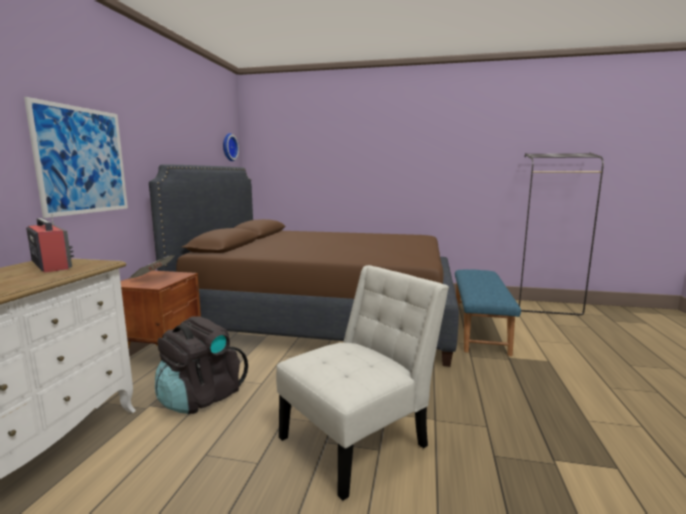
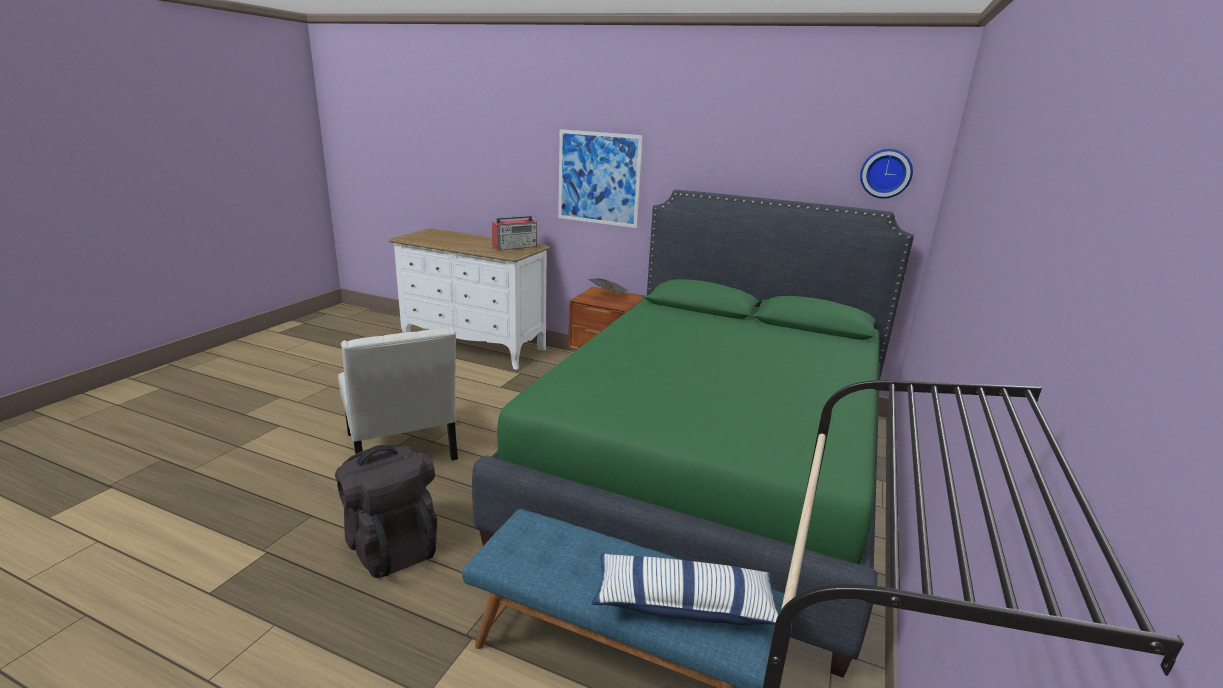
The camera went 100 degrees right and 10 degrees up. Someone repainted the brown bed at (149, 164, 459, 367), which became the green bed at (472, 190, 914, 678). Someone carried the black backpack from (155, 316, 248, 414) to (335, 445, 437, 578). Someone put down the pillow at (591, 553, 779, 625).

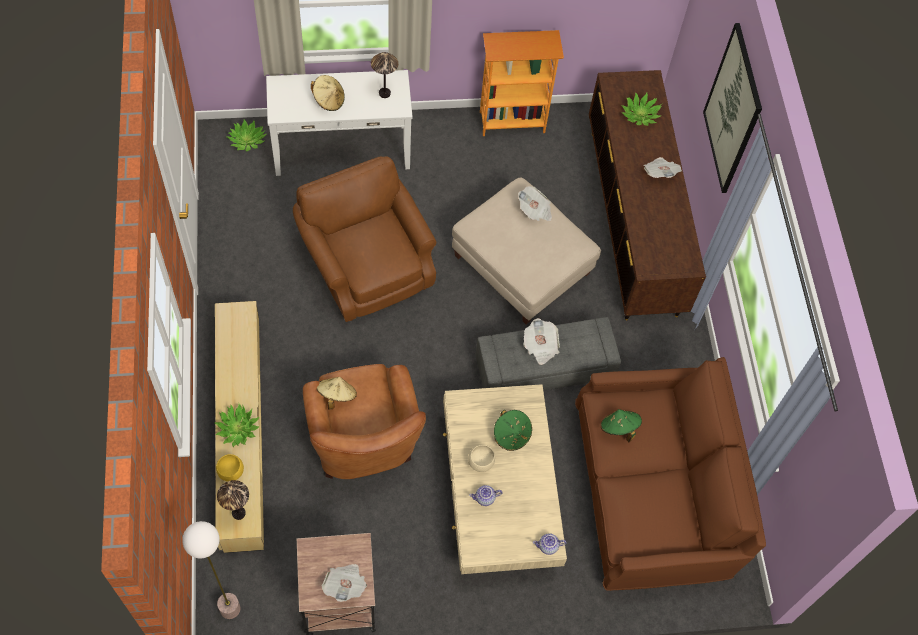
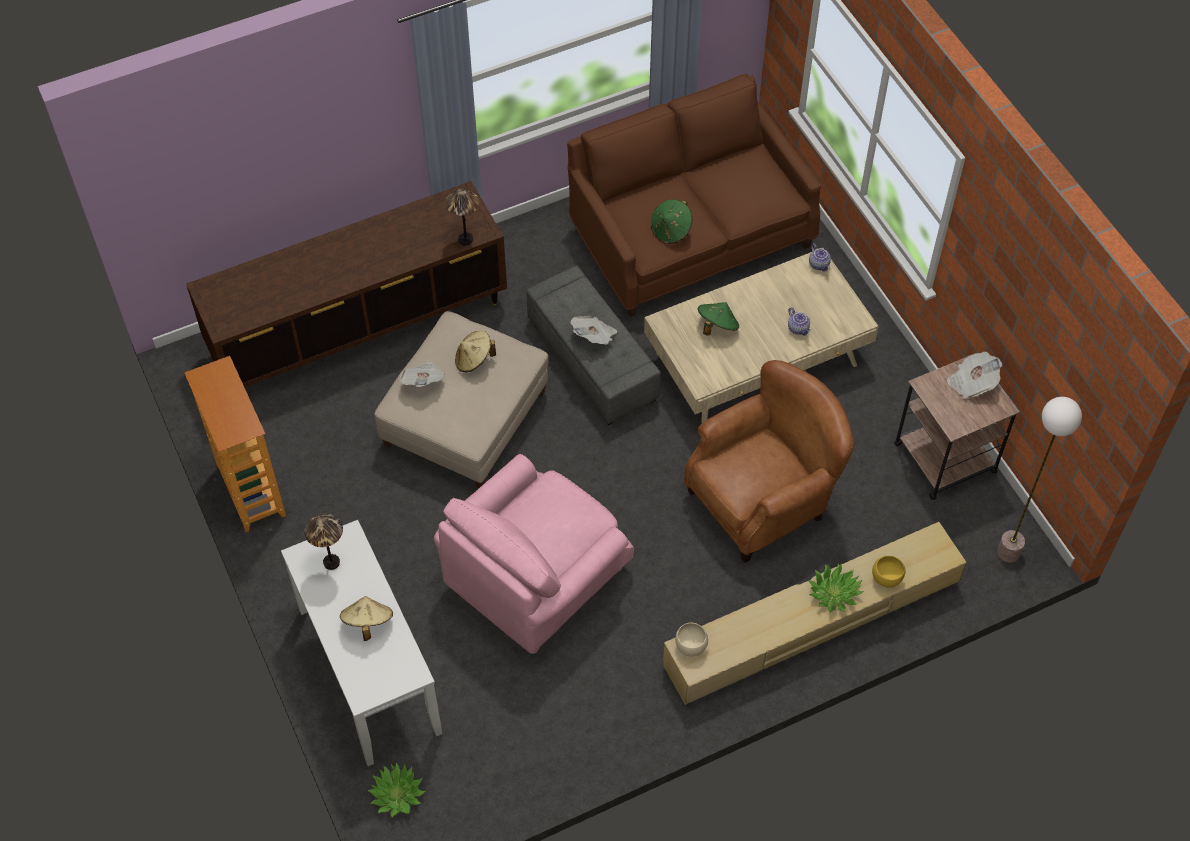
The camera went 105 degrees left and 5 degrees down. Someone took away the picture at (703, 23, 762, 193). Someone took away the potted plant at (621, 92, 662, 126). Someone repainted the brown armchair at (293, 156, 436, 322), which became the pink armchair at (434, 454, 634, 654). Someone took away the newspaper at (643, 157, 682, 178). Someone carried the beige hat from (317, 377, 357, 410) to (455, 331, 496, 372). Someone carried the beige bowl from (468, 445, 495, 472) to (675, 623, 708, 657). Someone carried the table lamp from (217, 480, 249, 520) to (445, 188, 479, 245).

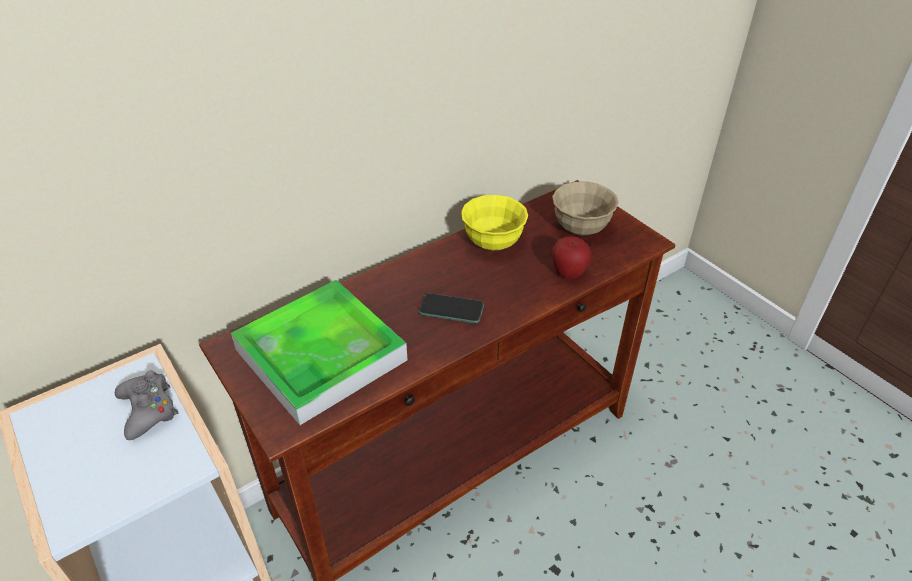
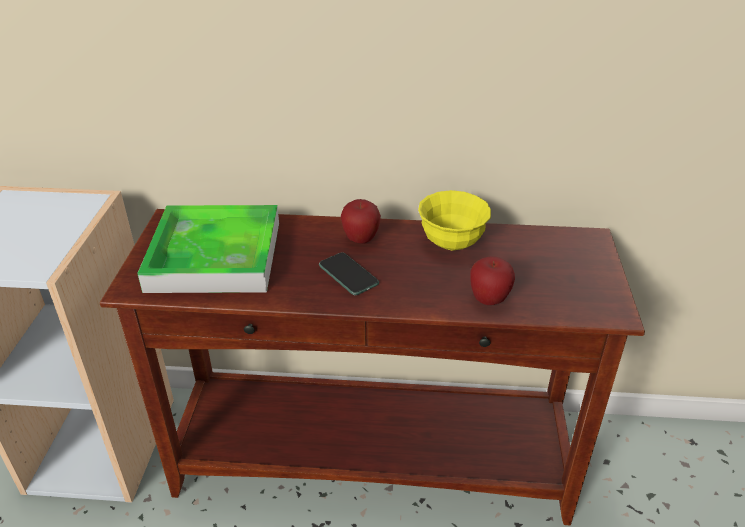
The camera went 40 degrees right and 5 degrees down. Someone took away the beige bowl at (552, 181, 619, 235). Someone took away the grey game controller at (115, 370, 178, 440). Someone put down the apple at (341, 199, 381, 244).

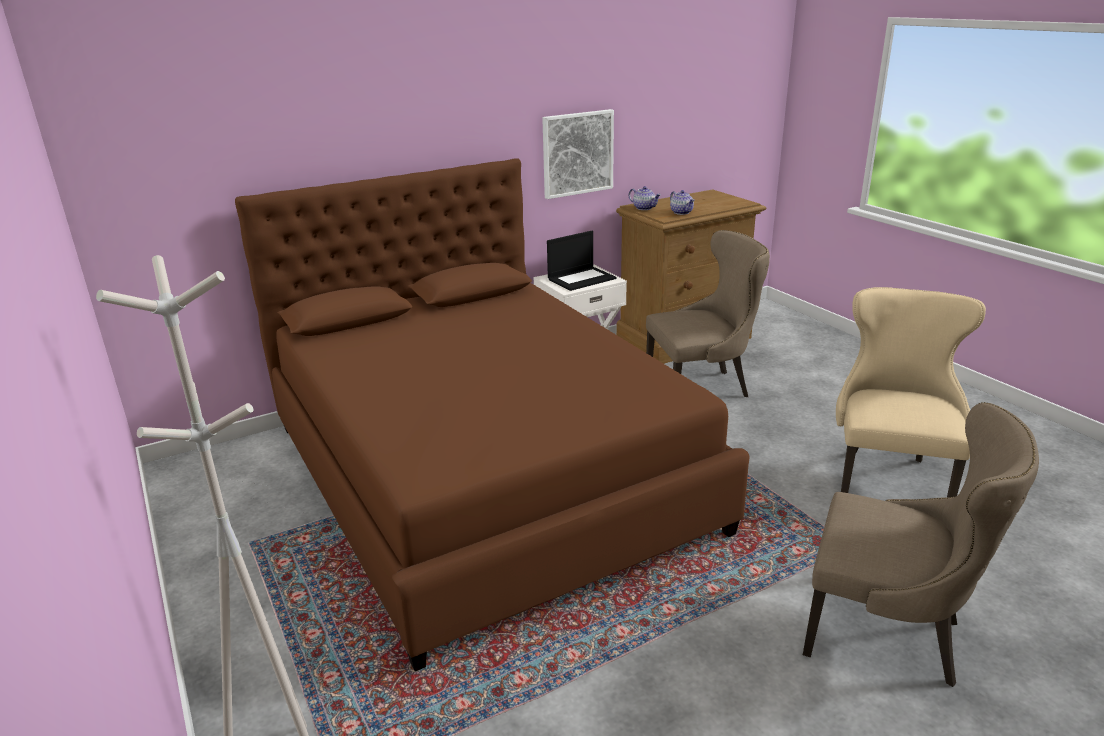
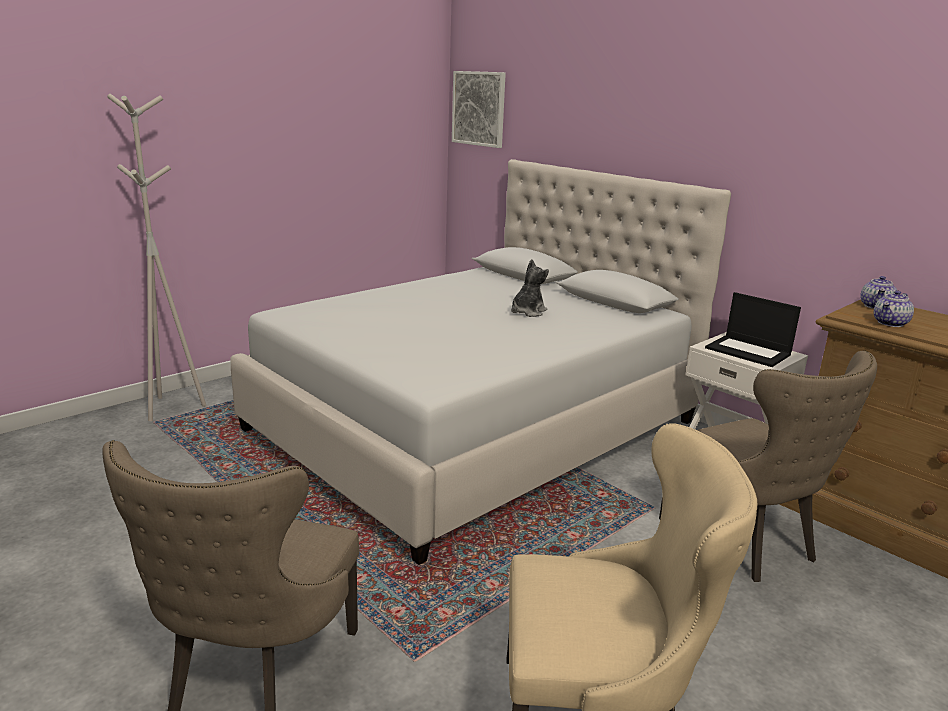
The camera went 75 degrees right and 5 degrees down. Someone carried the picture from (542, 109, 614, 199) to (452, 71, 506, 148). Someone repainted the brown bed at (235, 158, 750, 672), which became the white bed at (231, 159, 731, 565). Someone put down the plush toy at (511, 259, 549, 317).

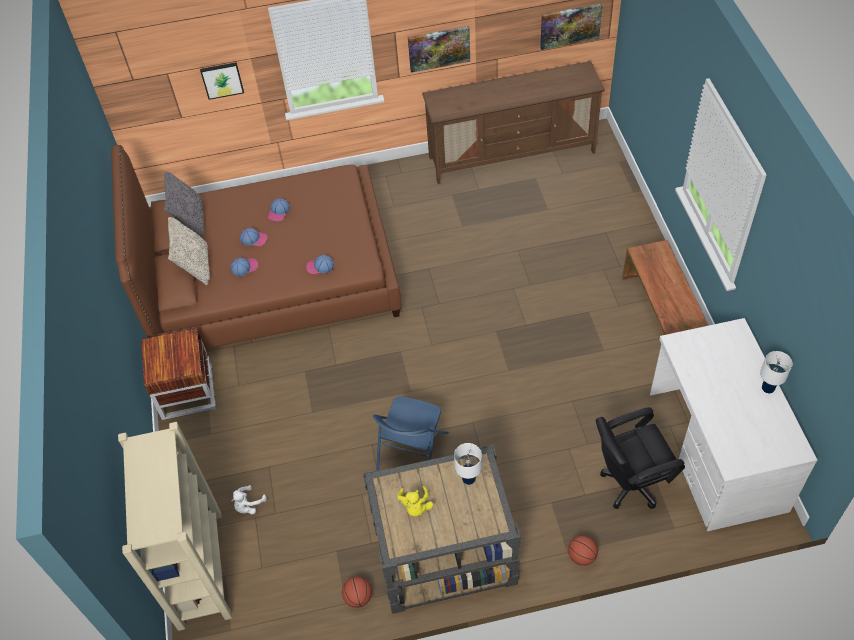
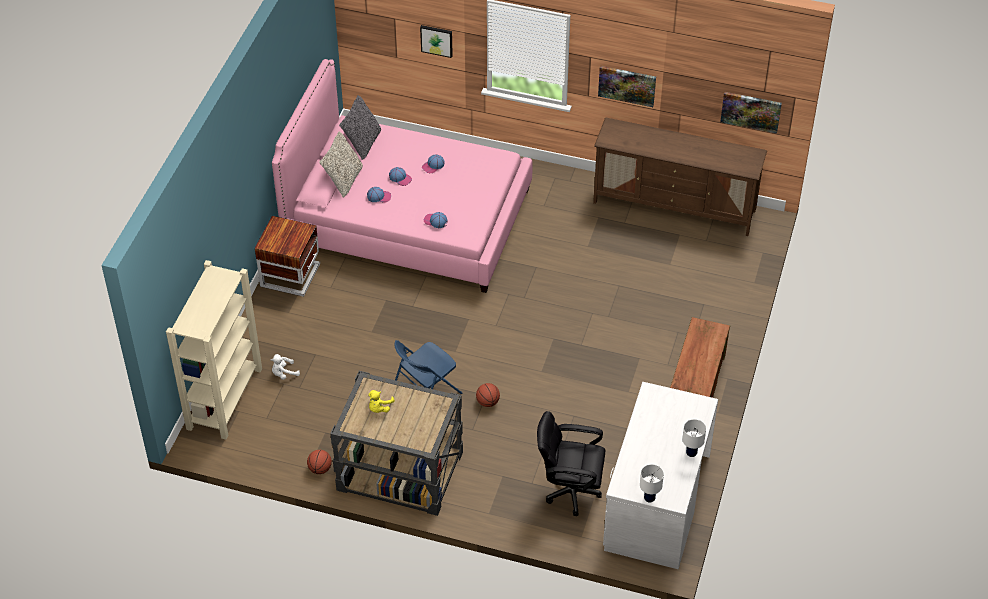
The camera went 25 degrees right and 5 degrees down. Someone repainted the brown bed at (111, 145, 402, 349), which became the pink bed at (272, 59, 532, 293). Someone carried the white table lamp from (454, 443, 482, 485) to (640, 464, 664, 502). Someone carried the basketball from (568, 535, 598, 566) to (476, 383, 500, 407).

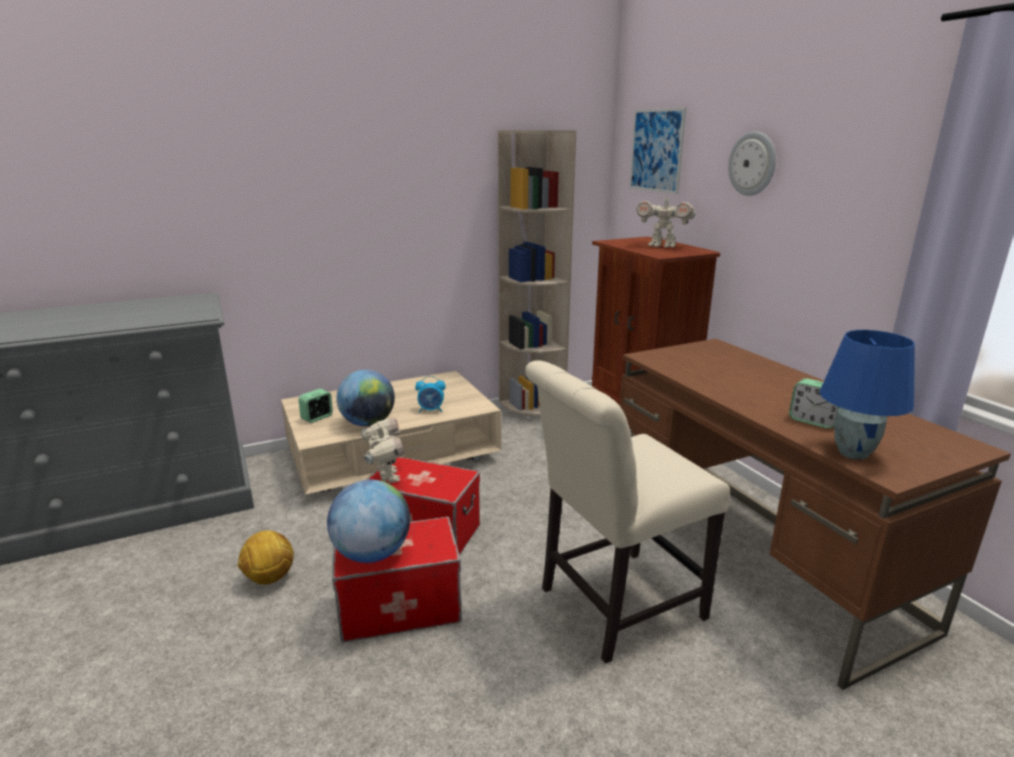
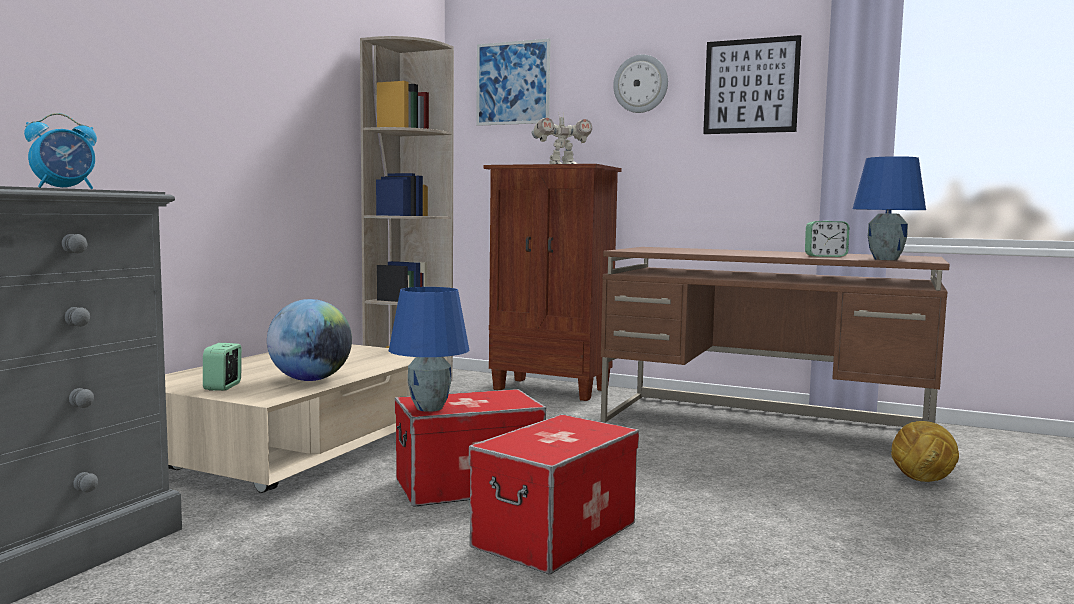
The camera went 40 degrees left and 15 degrees down. Someone took away the beige chair at (525, 360, 730, 664). Someone carried the alarm clock from (415, 376, 446, 413) to (24, 113, 97, 189). Someone swapped the toy robot at (361, 418, 405, 483) for the blue table lamp at (389, 287, 470, 412). Someone took away the globe at (327, 480, 410, 563). Someone carried the football from (237, 530, 294, 585) to (891, 421, 959, 482). Someone put up the picture at (703, 35, 801, 134).

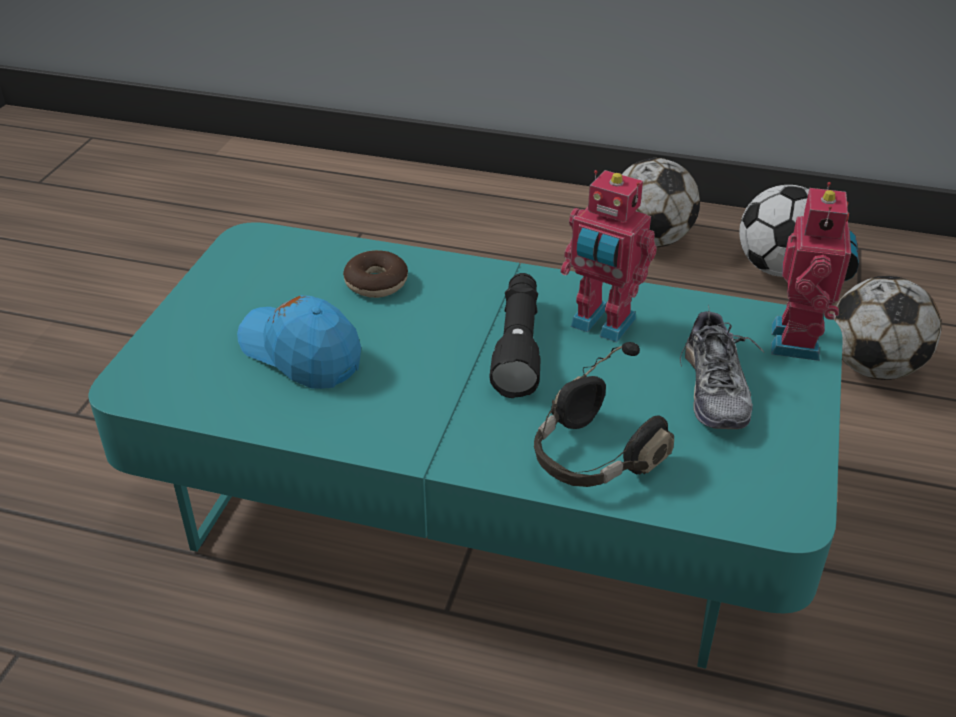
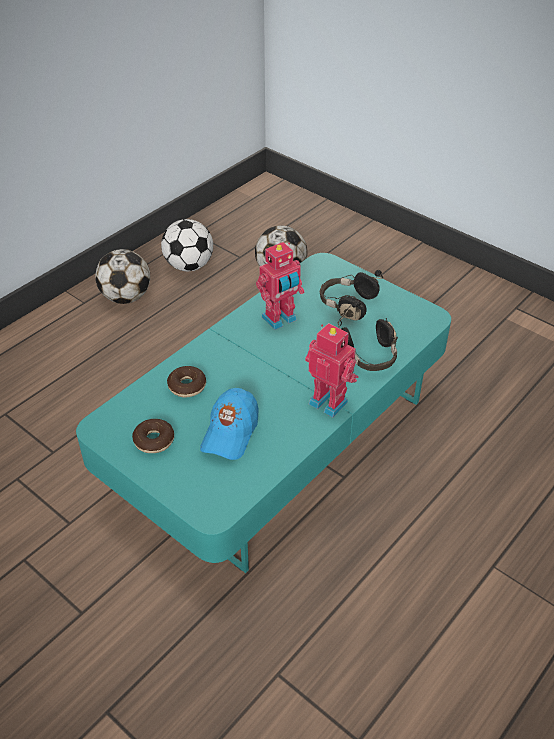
The camera went 65 degrees left and 5 degrees up. Someone carried the toy robot from (771, 182, 859, 361) to (305, 323, 358, 417). Someone took away the black flashlight at (490, 273, 541, 398). Someone rotated the blue cap at (237, 295, 361, 389) by 45 degrees counterclockwise. Someone swapped the shoe at (680, 305, 765, 429) for the black headphones at (320, 270, 383, 321). Someone put down the donut at (132, 419, 174, 453).

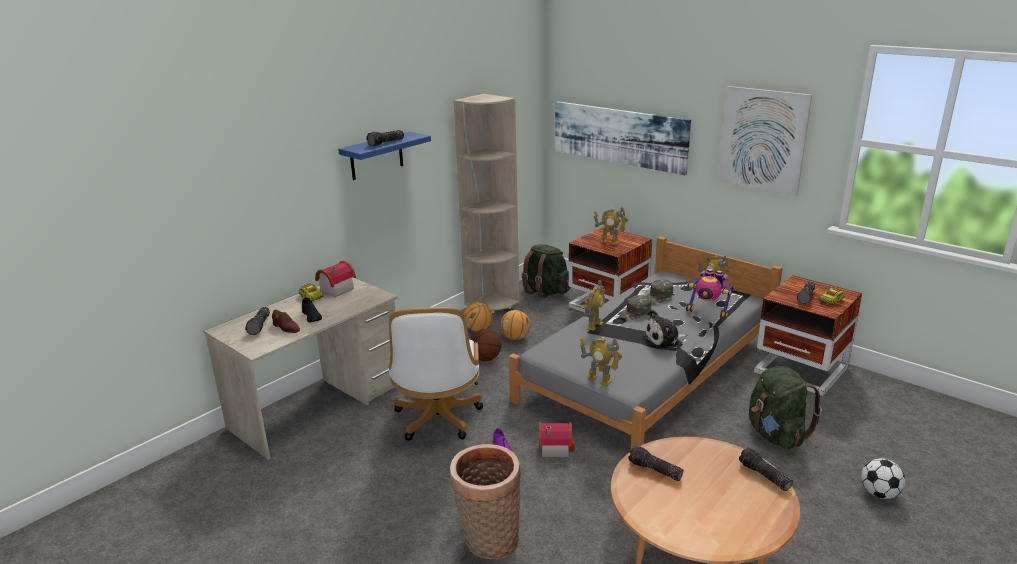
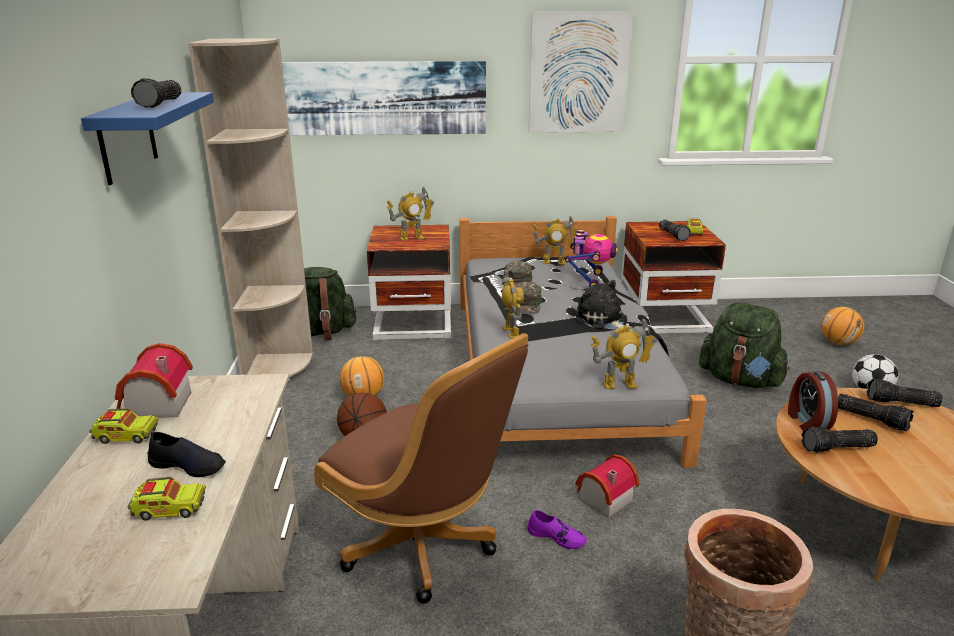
The camera went 45 degrees left and 0 degrees up. Someone rotated the toy robot at (686, 269, 735, 319) by 60 degrees counterclockwise. Someone carried the basketball from (463, 302, 492, 331) to (821, 307, 864, 345). Someone carried the flashlight from (245, 307, 270, 335) to (838, 394, 914, 432). Someone repainted the white office chair at (388, 307, 483, 441), which became the brown office chair at (314, 333, 528, 604). Someone swapped the brown shoe at (272, 310, 300, 333) for the toy truck at (128, 477, 206, 521). Someone rotated the plush toy at (643, 310, 687, 350) by 120 degrees clockwise. Someone put down the alarm clock at (788, 371, 838, 430).

